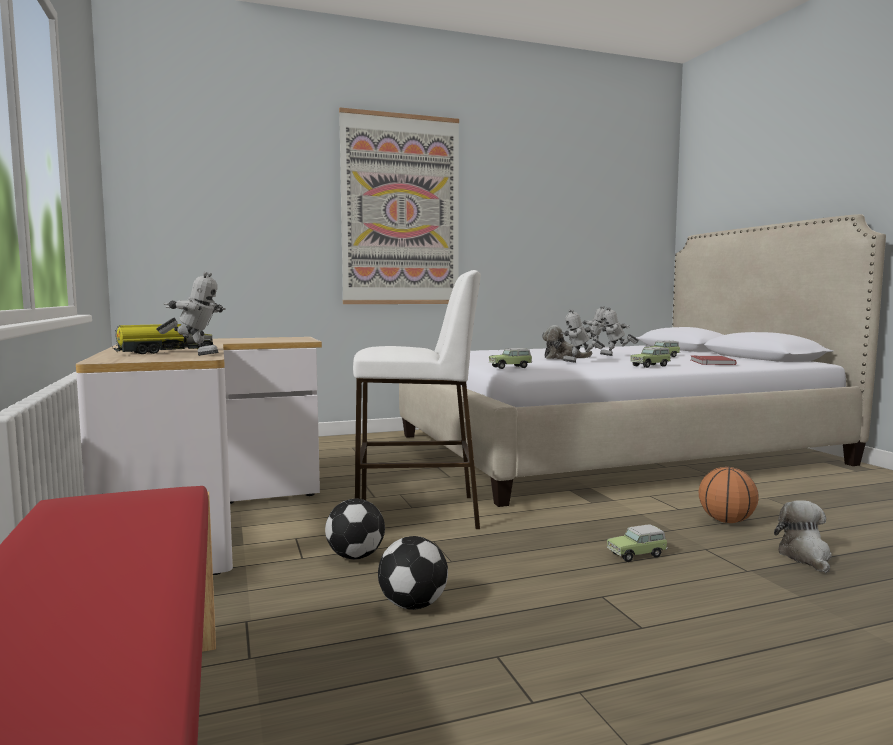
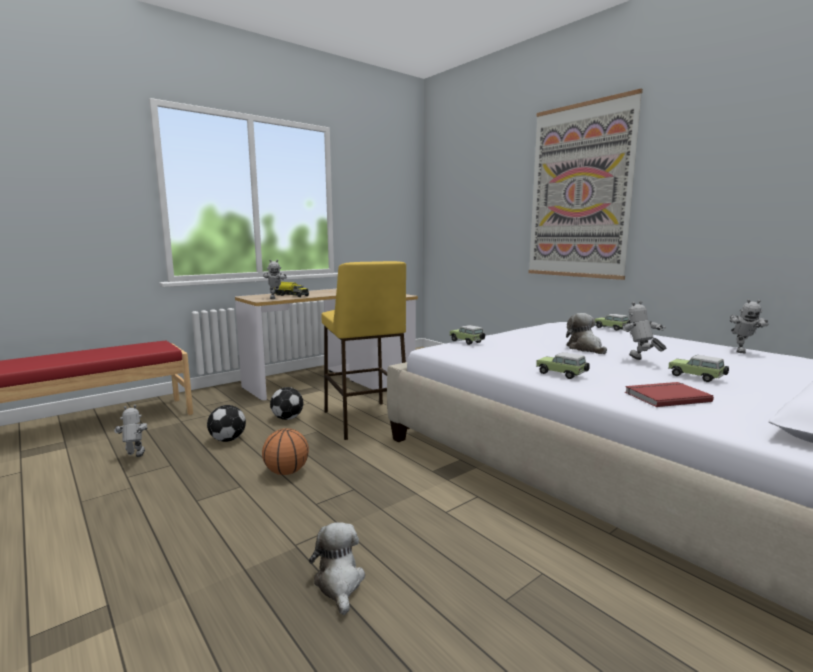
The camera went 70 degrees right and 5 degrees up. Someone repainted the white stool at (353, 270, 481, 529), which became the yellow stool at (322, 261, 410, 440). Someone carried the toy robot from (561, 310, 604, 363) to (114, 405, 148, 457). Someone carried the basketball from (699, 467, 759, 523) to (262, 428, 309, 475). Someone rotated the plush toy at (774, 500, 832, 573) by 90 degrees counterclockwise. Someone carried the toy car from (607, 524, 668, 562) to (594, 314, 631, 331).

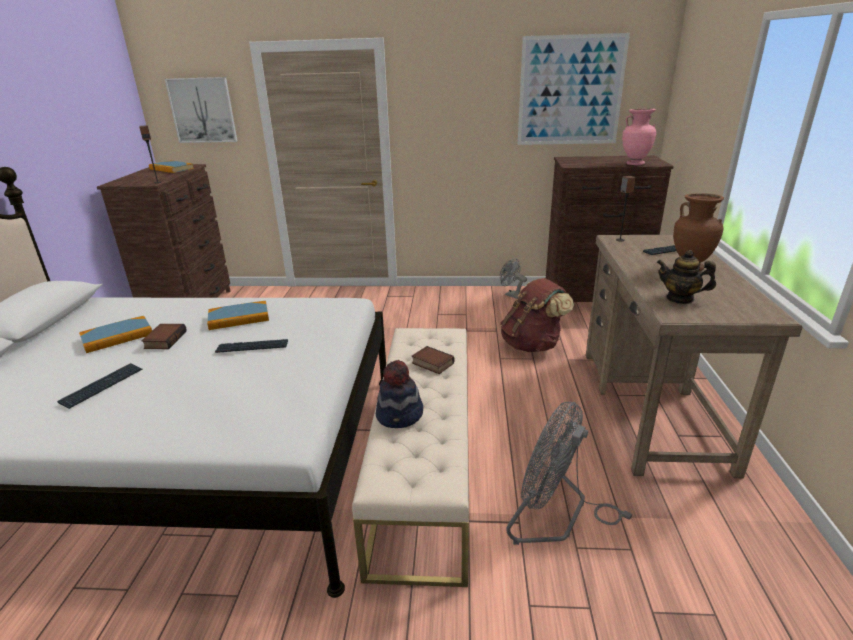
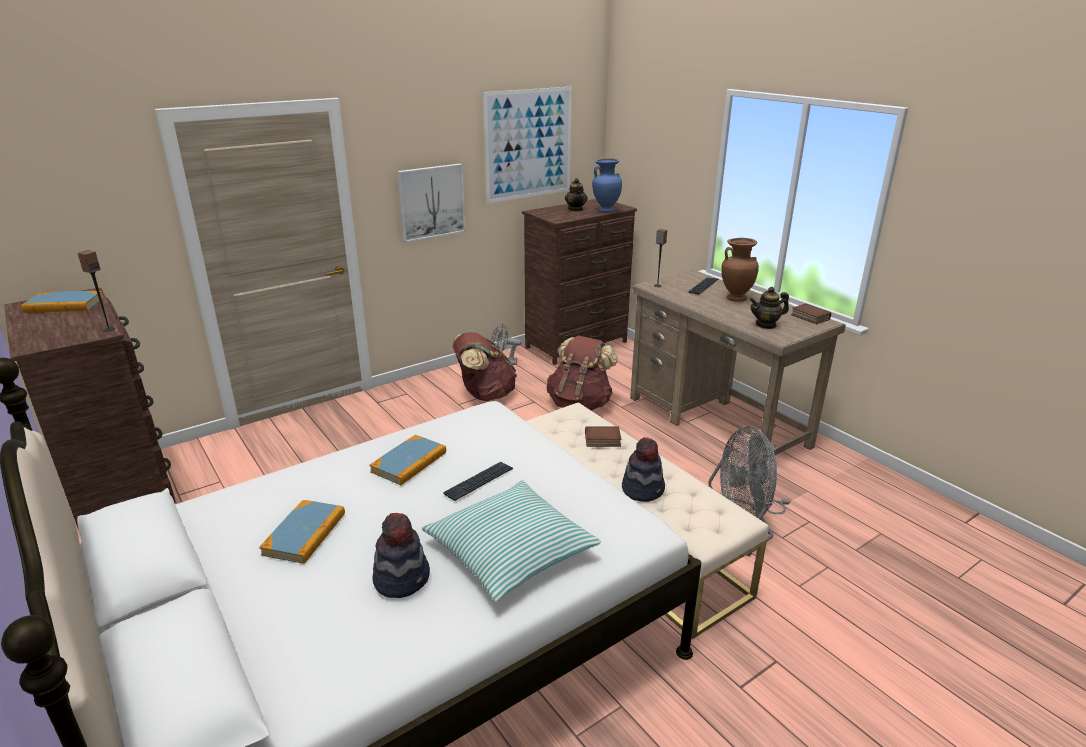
The camera went 40 degrees left and 0 degrees up. Someone carried the picture from (165, 77, 237, 143) to (397, 164, 466, 242). Someone repainted the pink vase at (622, 108, 656, 165), which became the blue vase at (592, 158, 622, 212). Someone carried the book from (142, 324, 187, 349) to (791, 303, 831, 324). Someone swapped the keyboard at (57, 363, 142, 409) for the hat at (373, 513, 430, 598). Someone put down the teapot at (565, 178, 588, 211). Someone put down the brown backpack at (452, 332, 517, 401). Someone put down the pillow at (422, 480, 601, 602).

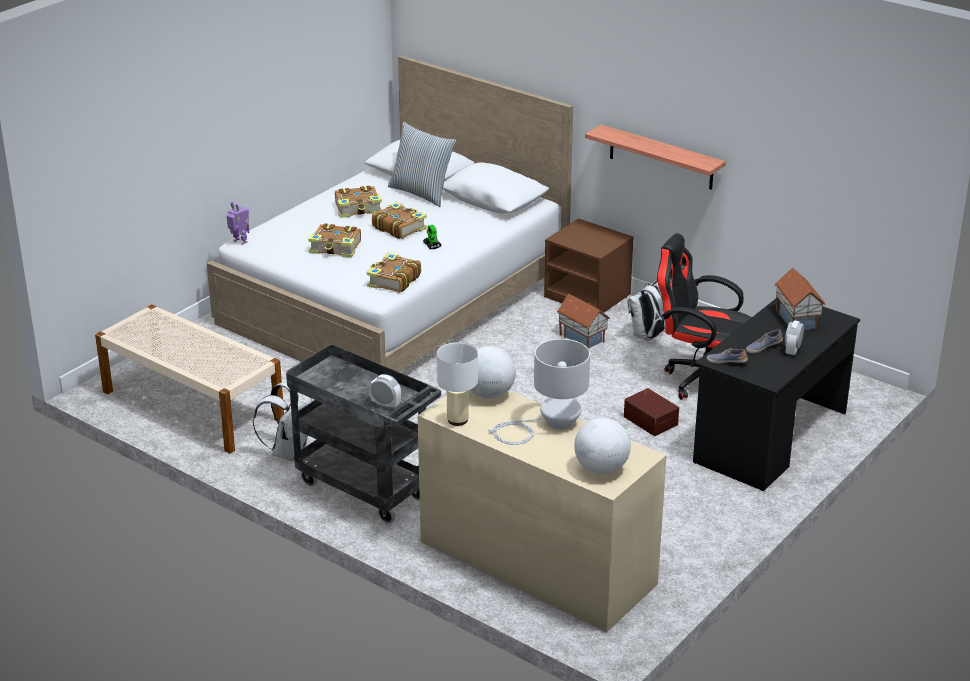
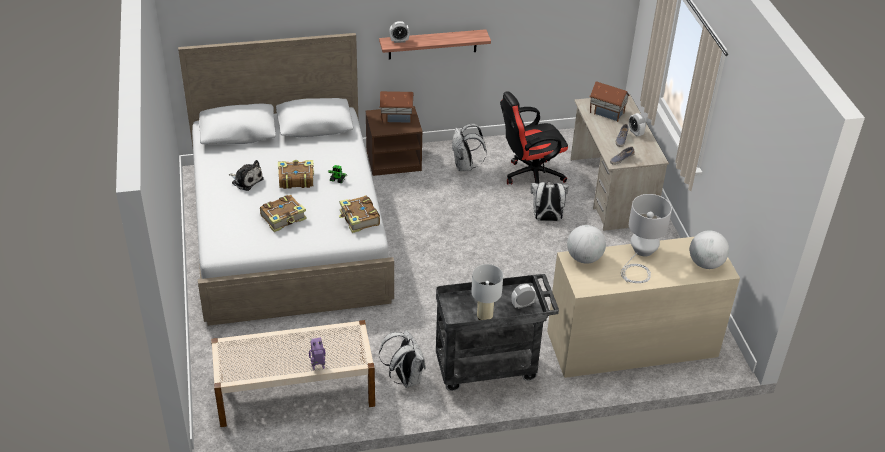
The camera went 50 degrees left and 10 degrees up. Someone took away the pillow at (388, 122, 456, 207). Someone swapped the book at (335, 186, 382, 218) for the plush toy at (229, 160, 264, 191). Someone carried the toy robot from (227, 201, 249, 245) to (309, 338, 325, 370). Someone carried the toy house from (557, 294, 610, 349) to (379, 91, 414, 123). Someone repainted the black desk at (693, 299, 860, 491), which became the beige desk at (570, 94, 669, 231). Someone carried the white table lamp from (437, 342, 478, 426) to (471, 264, 503, 320). Someone swapped the brown storage box at (624, 388, 679, 436) for the white backpack at (531, 181, 569, 221). Someone put down the alarm clock at (390, 21, 410, 43).

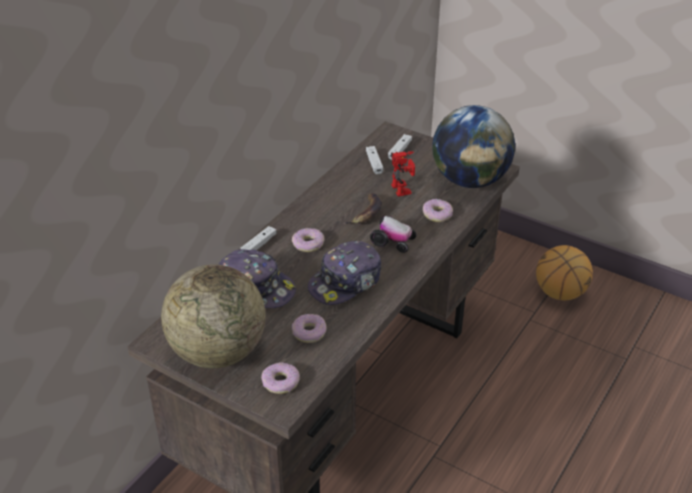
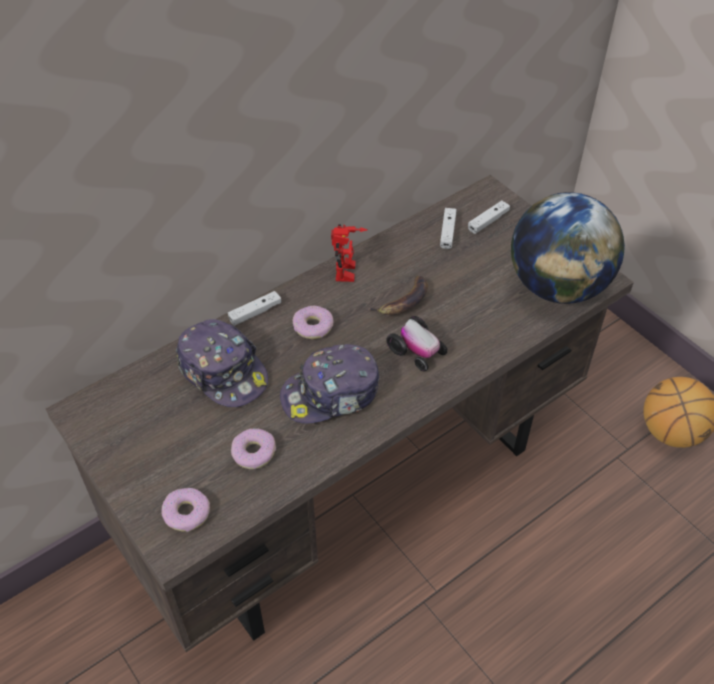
The camera went 20 degrees right and 10 degrees up. Someone carried the toy robot from (391, 151, 415, 197) to (331, 224, 368, 282). Someone took away the donut at (423, 199, 453, 222). Someone took away the globe at (161, 264, 266, 368).

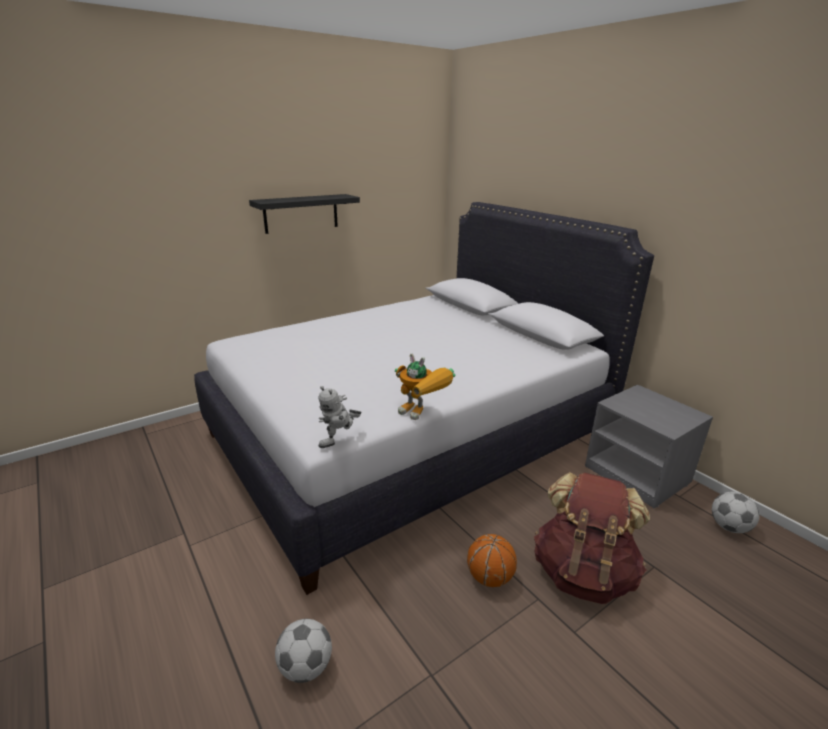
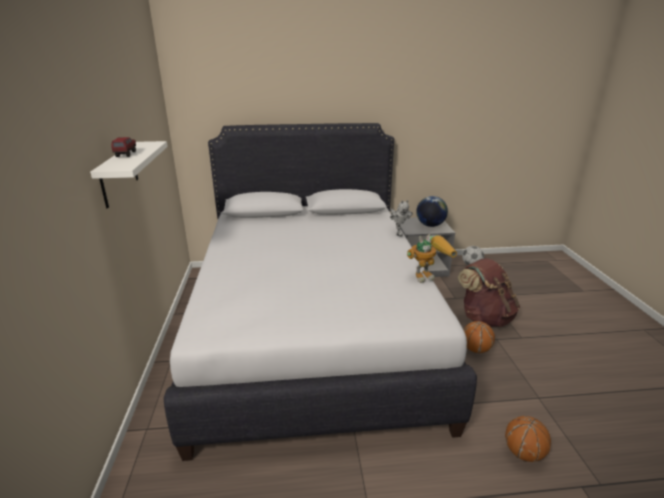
The camera went 60 degrees left and 0 degrees up. Someone repainted the black shelf at (249, 194, 360, 234), which became the white shelf at (90, 141, 168, 208). Someone carried the toy robot from (318, 386, 361, 448) to (390, 200, 413, 237). Someone swapped the football at (275, 619, 332, 683) for the basketball at (505, 416, 551, 462). Someone put down the toy truck at (111, 137, 136, 157). Someone put down the globe at (416, 196, 448, 227).

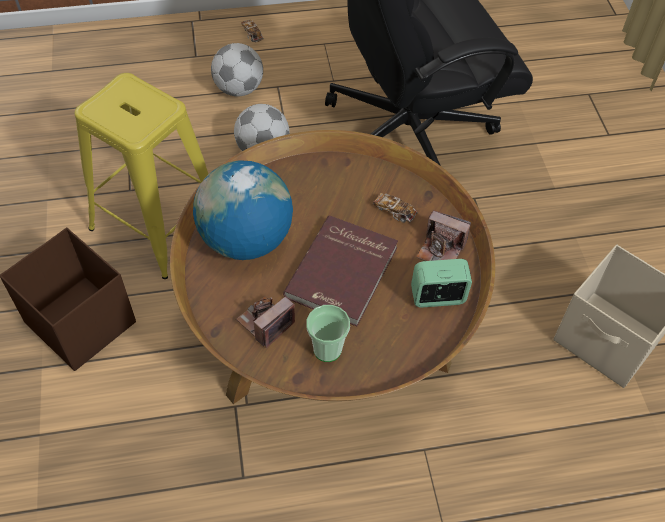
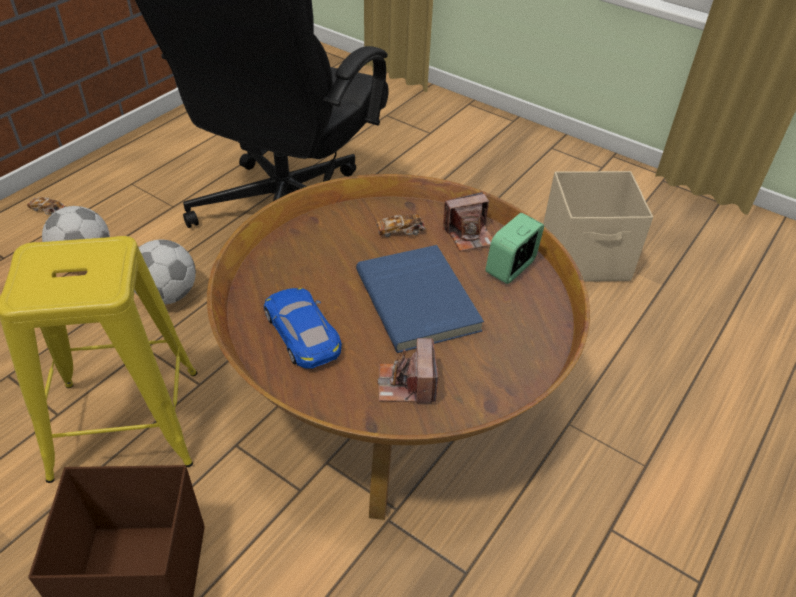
The camera went 45 degrees left and 10 degrees down. Someone swapped the globe at (193, 160, 293, 260) for the blue toy car at (264, 288, 342, 369). Someone repainted the red book at (283, 216, 398, 326), which became the blue book at (356, 245, 484, 353). Someone took away the cup at (306, 305, 350, 362).

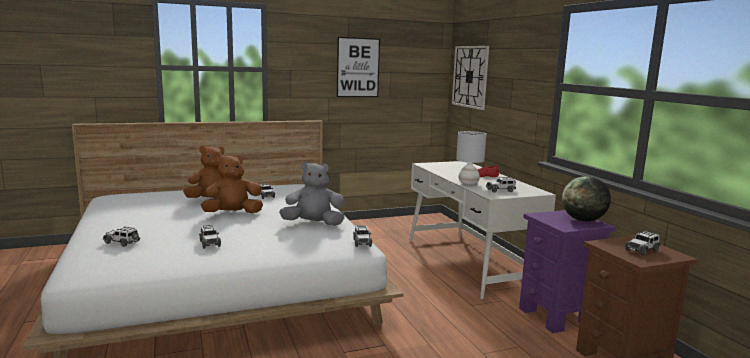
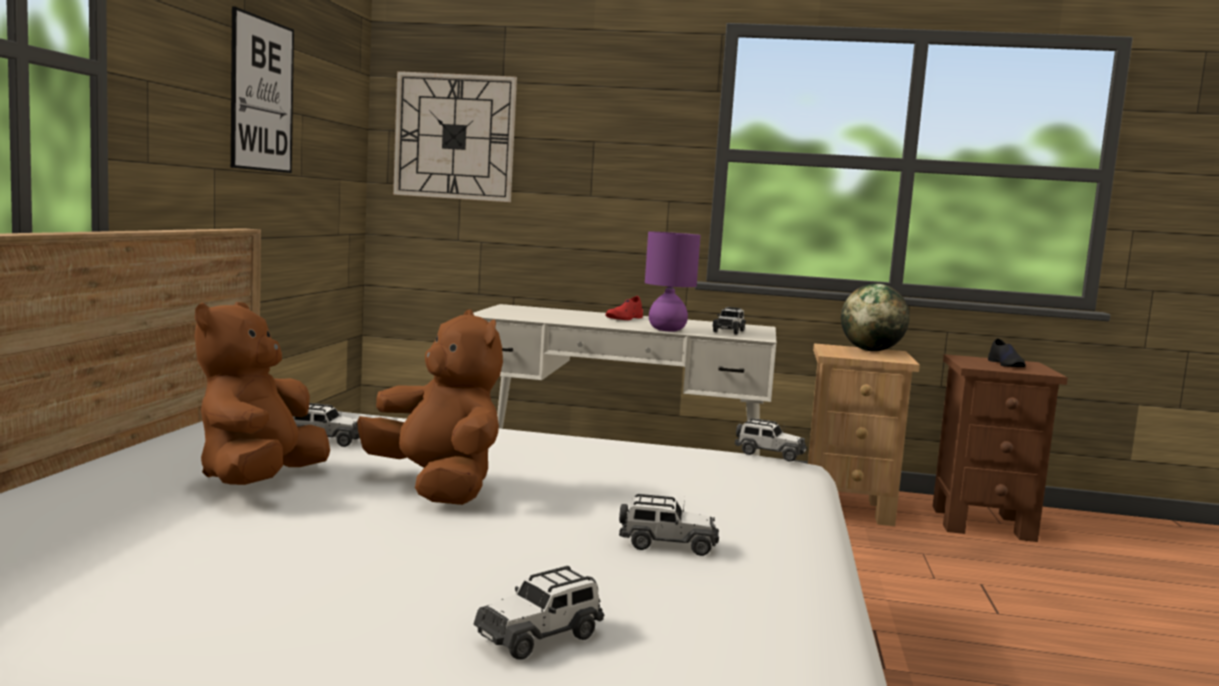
The camera went 60 degrees left and 5 degrees down. Someone repainted the grey table lamp at (456, 131, 487, 185), which became the purple table lamp at (645, 232, 701, 331). Someone rotated the brown plush toy at (201, 154, 263, 213) by 135 degrees clockwise. Someone took away the grey plush toy at (279, 161, 345, 226). Someone repainted the purple nightstand at (519, 210, 616, 333), which became the beige nightstand at (808, 343, 920, 526). Someone swapped the toy car at (624, 231, 660, 256) for the black shoe at (988, 338, 1026, 367).

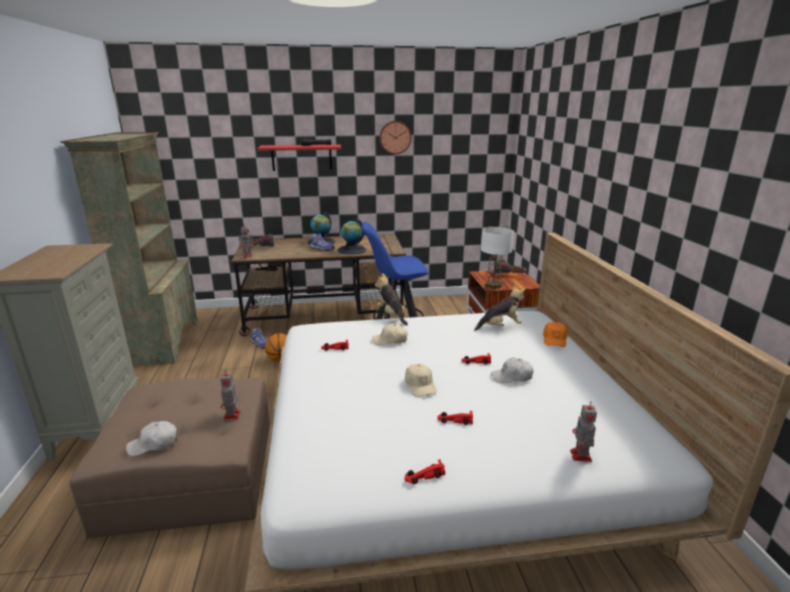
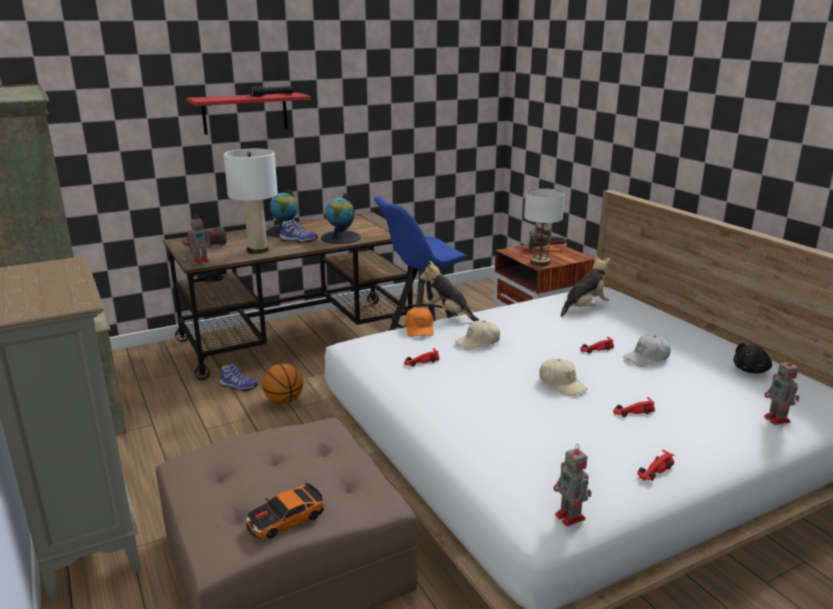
The camera went 20 degrees left and 0 degrees up. Someone took away the wall clock at (379, 121, 411, 154). Someone carried the orange cap from (543, 322, 568, 347) to (405, 307, 434, 337). Someone carried the toy robot from (220, 370, 241, 419) to (553, 444, 592, 526). Someone swapped the white cap at (126, 421, 177, 456) for the toy car at (246, 483, 325, 539). Someone put down the white table lamp at (224, 149, 278, 254). Someone put down the black plush toy at (733, 343, 772, 373).

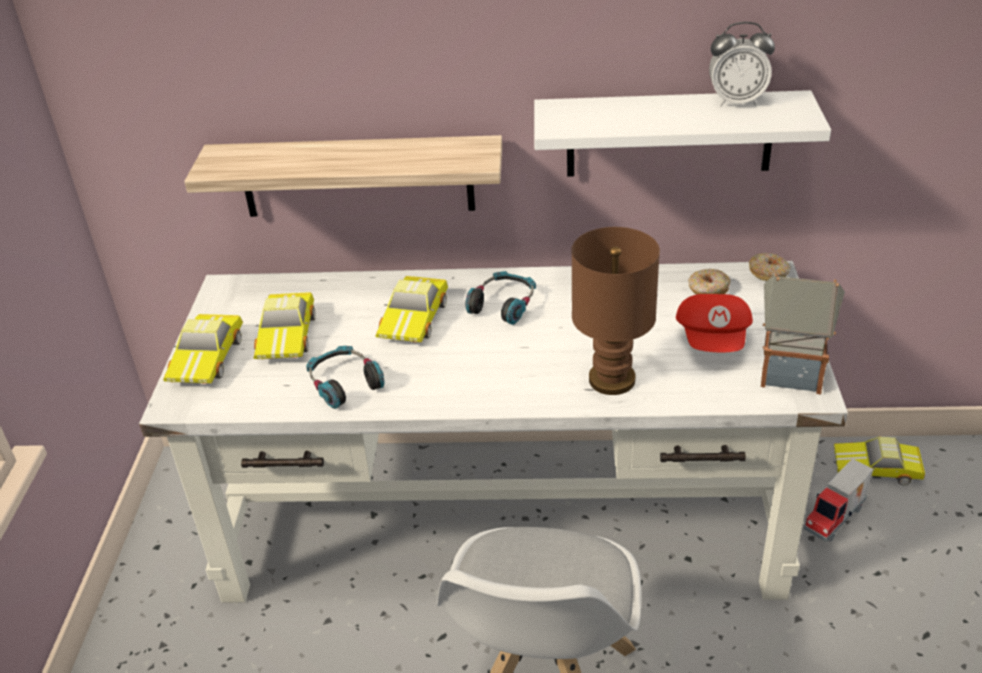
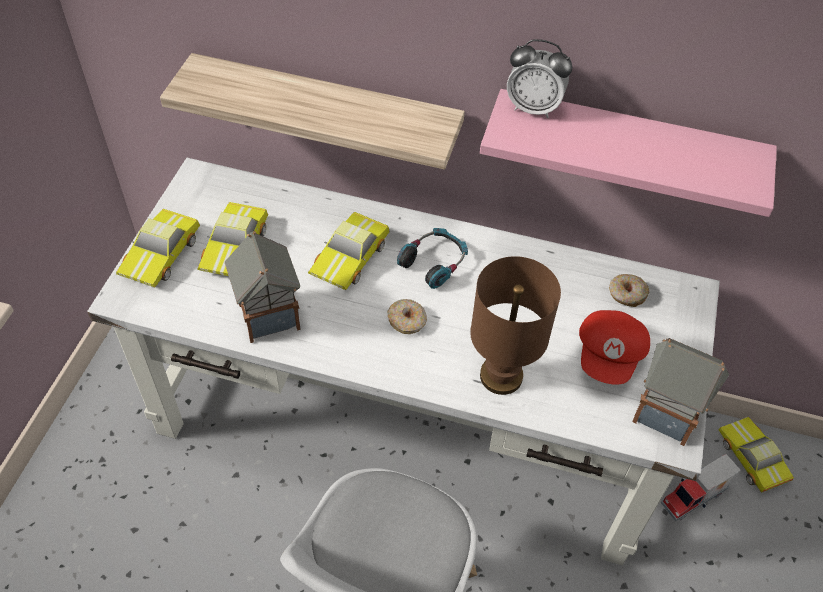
The camera went 10 degrees right and 15 degrees up. Someone carried the alarm clock from (709, 22, 775, 106) to (507, 39, 572, 118). Someone repainted the white shelf at (534, 90, 831, 177), which became the pink shelf at (480, 89, 777, 217). Someone carried the donut from (749, 253, 790, 281) to (388, 299, 427, 334). Someone swapped the headphones at (306, 346, 384, 409) for the toy house at (225, 231, 301, 343). Someone rotated the toy car at (834, 437, 925, 485) by 45 degrees clockwise.

